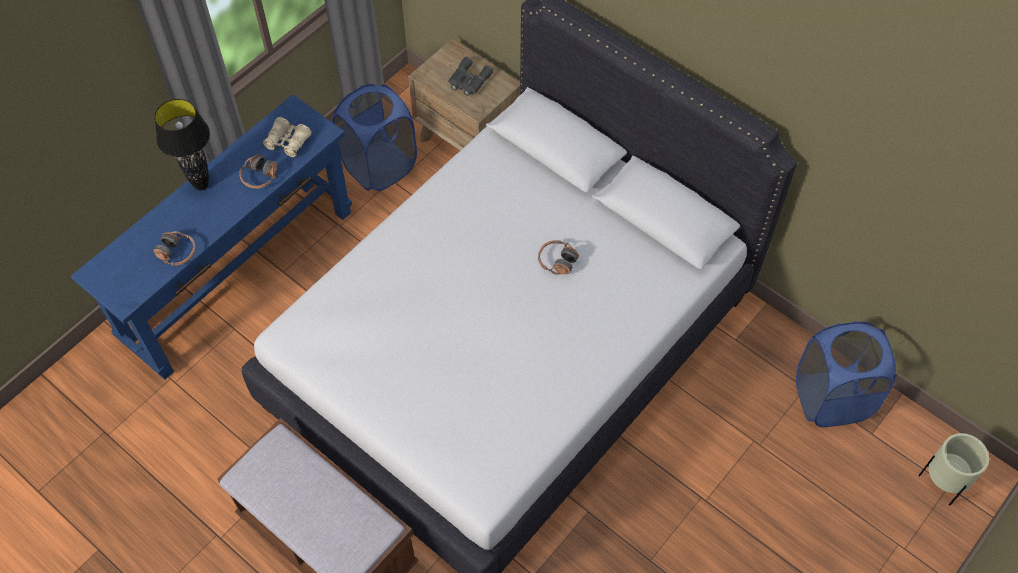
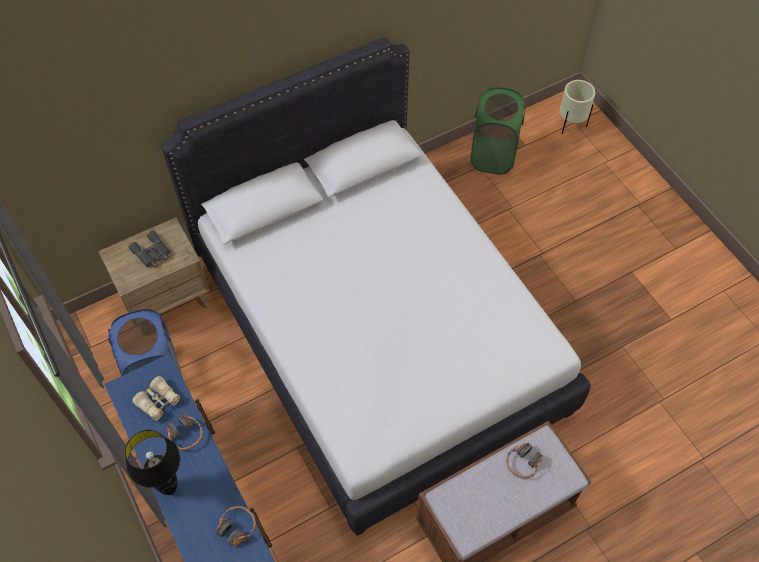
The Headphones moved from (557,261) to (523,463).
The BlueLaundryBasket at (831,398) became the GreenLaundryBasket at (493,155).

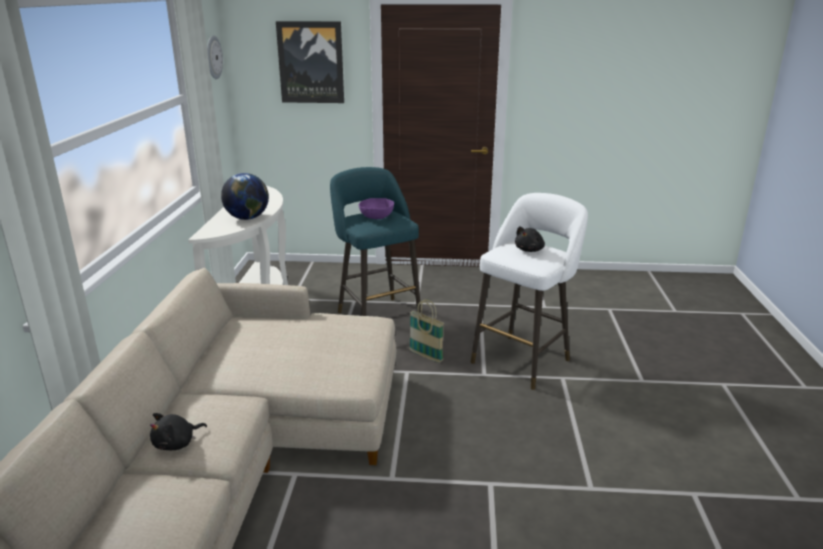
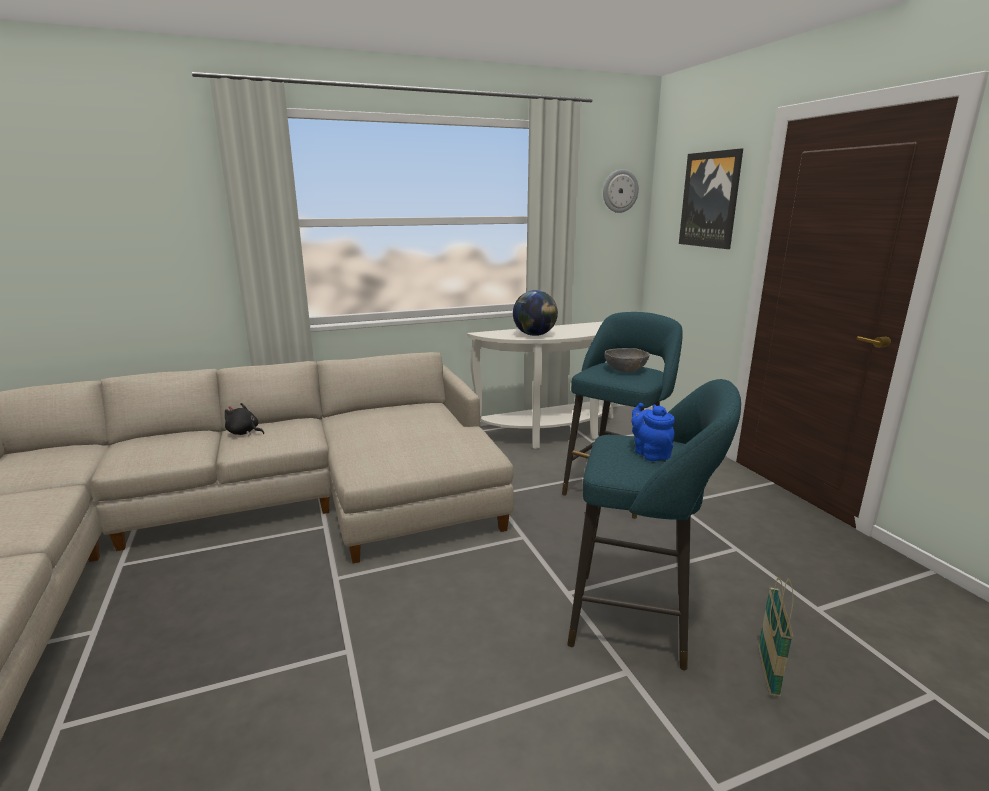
The WhiteStool at (523,359) became the TurquoiseStool at (638,620).
The PurpleBowl at (377,217) became the GreyBowl at (625,369).
The BlackPlushToy at (530,250) was replaced by the BlueTeapot at (650,453).
The Basket moved from (426,356) to (768,672).

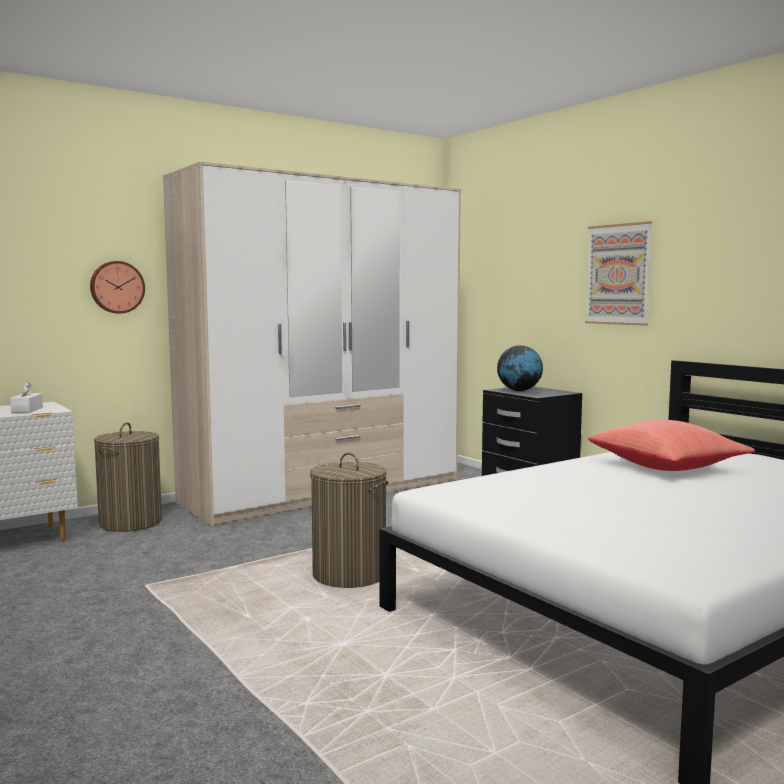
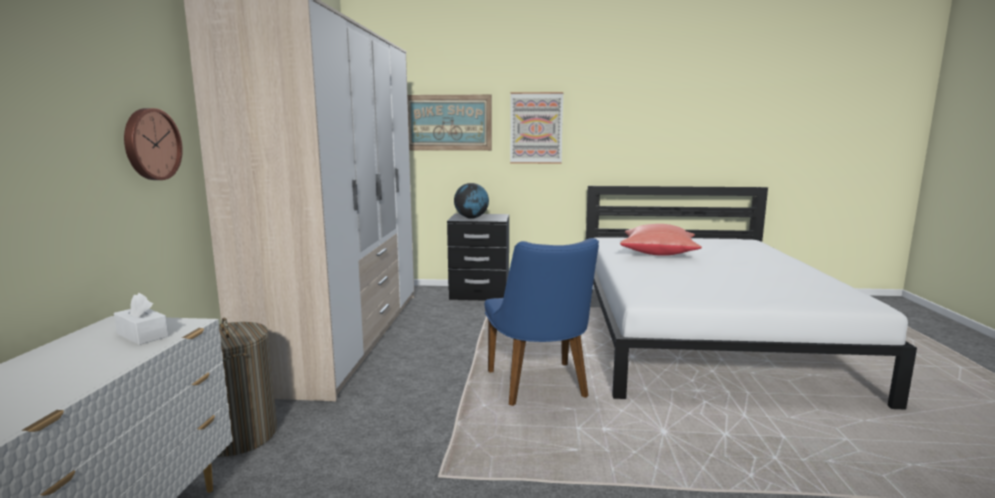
The LaundryBasket at (349,575) was replaced by the BlueChair at (540,388).
The Picture at (448,122) appeared.

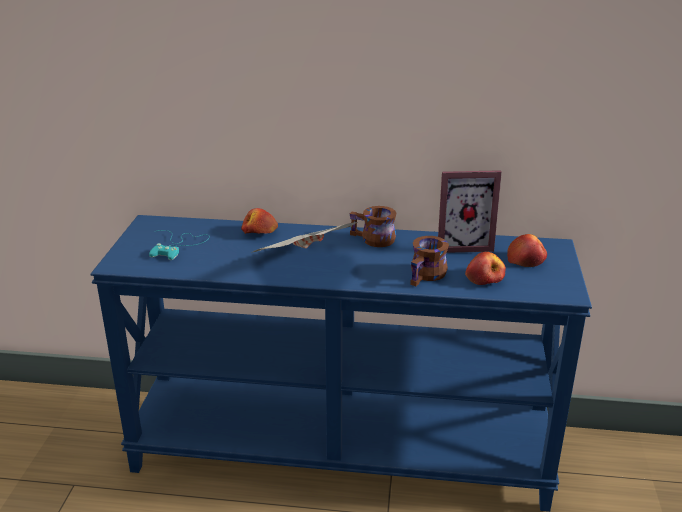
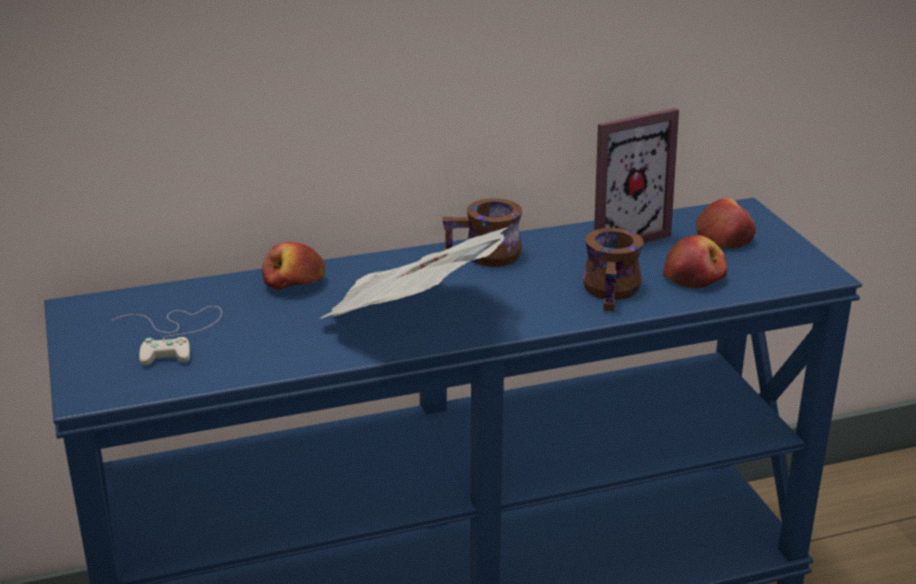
The TurquoiseGameController at (179,245) became the WhiteGameController at (175,335).

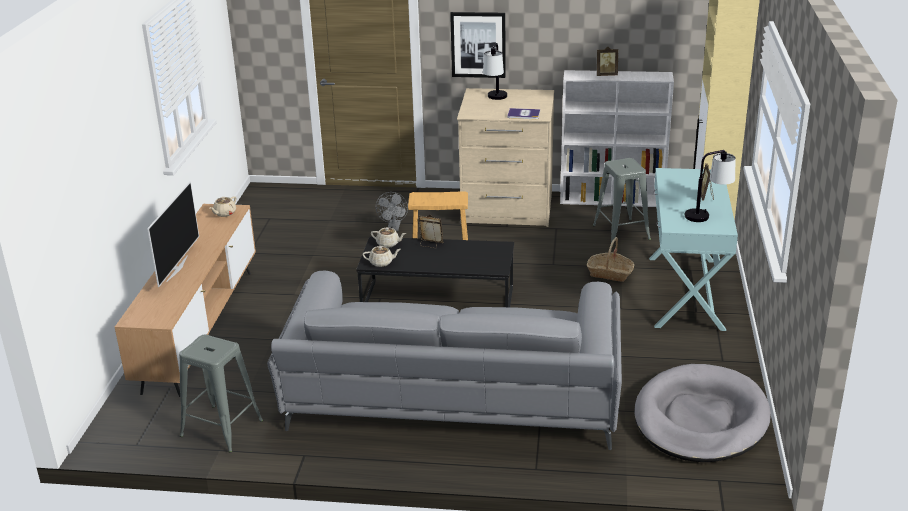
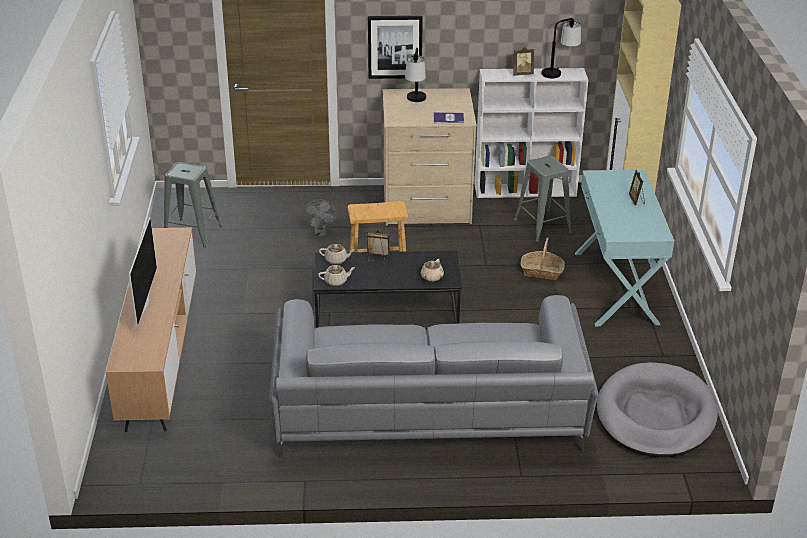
The TableLamp moved from (707,215) to (559,72).
The BeigeTeapot moved from (224,213) to (431,277).
The GreyStool moved from (222,429) to (193,233).

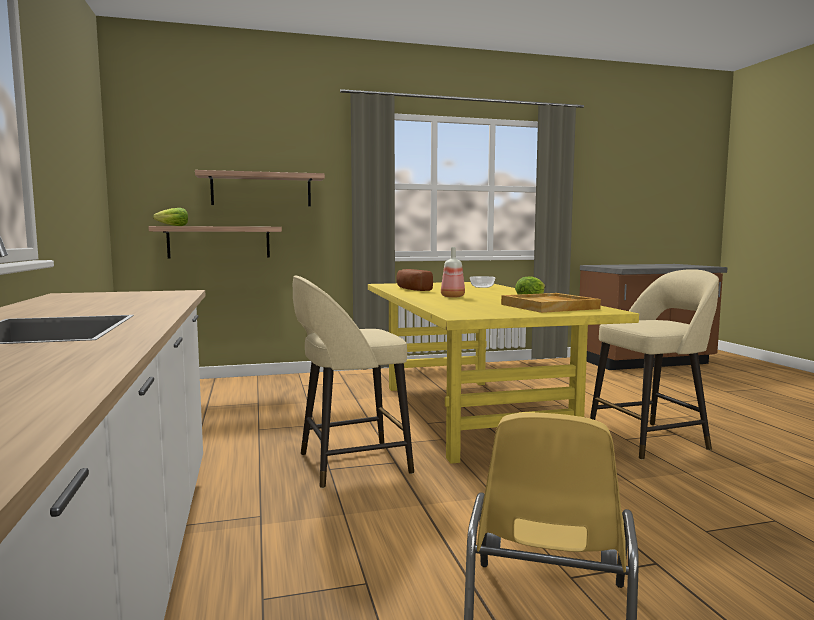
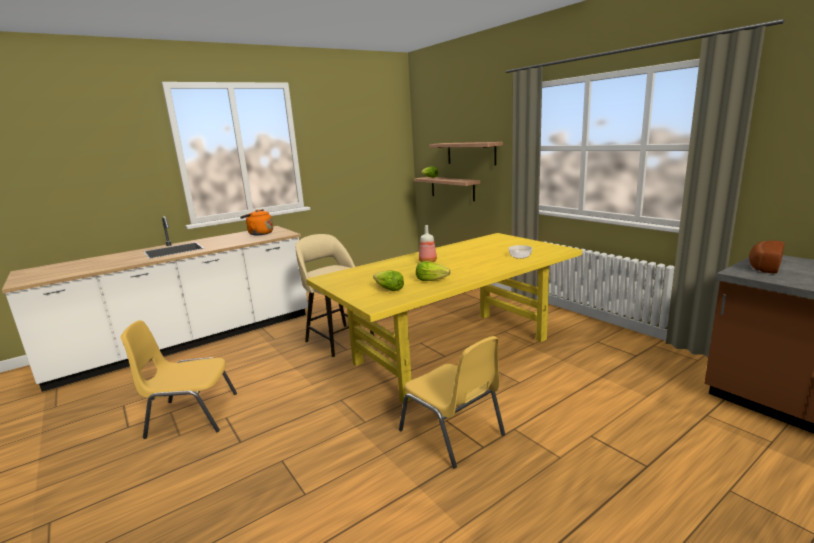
The Bread moved from (411,289) to (763,266).
The BeigeStool at (650,440) was replaced by the YellowChair at (453,433).
The BeigeTray at (550,306) was replaced by the Lettuce at (388,289).
The OrangeKettle at (259,234) appeared.

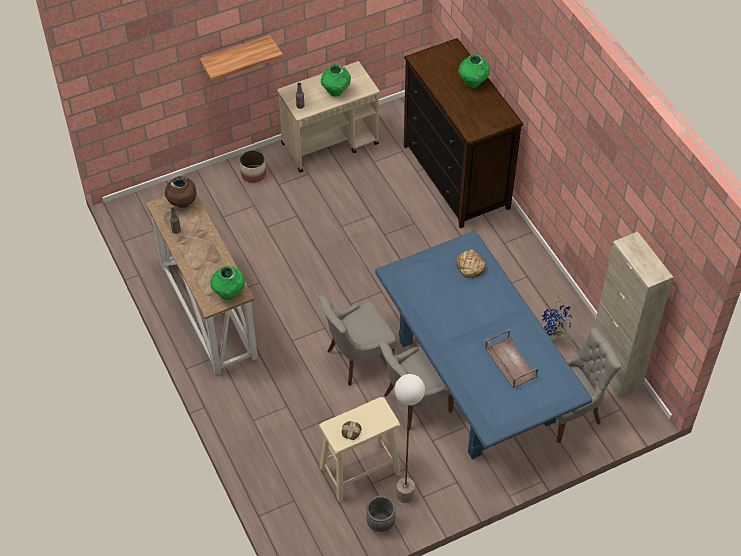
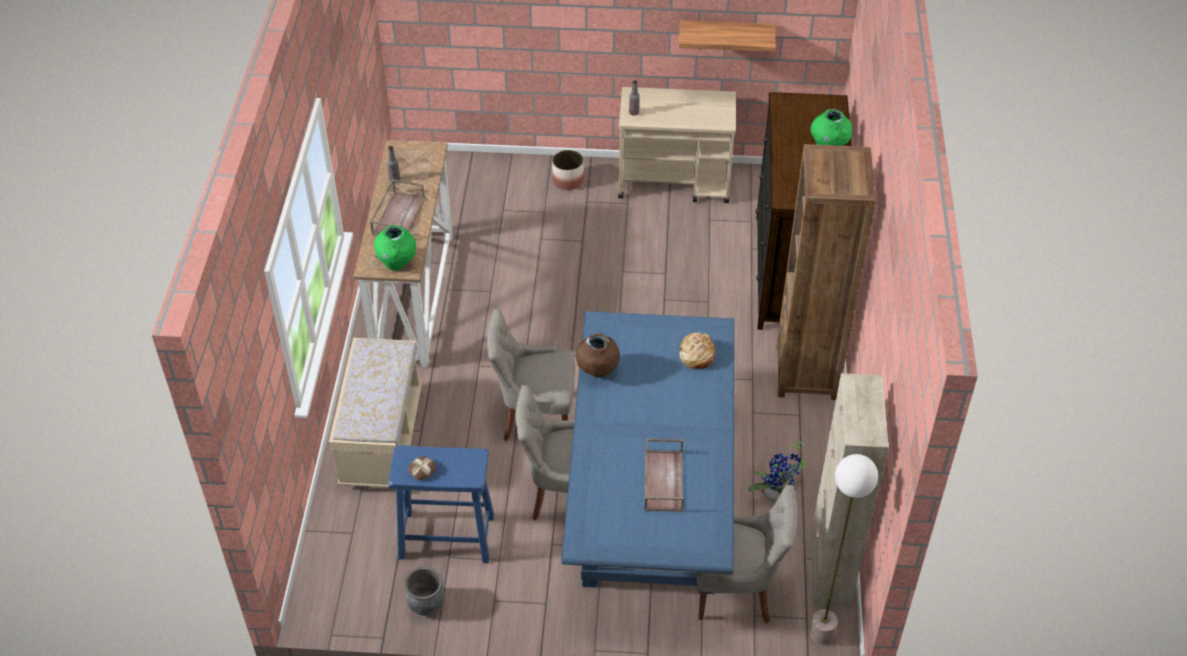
The Shelf moved from (236,55) to (726,35).
The GreenVase at (335,91) disappeared.
The BrownVase moved from (182,203) to (597,371).
The FloorLamp moved from (405,494) to (822,633).
The BeigeStool at (359,470) became the BlueStool at (446,536).
The BrownBookcase at (807,371) appeared.
The BrownTray at (398,215) appeared.
The BeigeBench at (381,439) appeared.

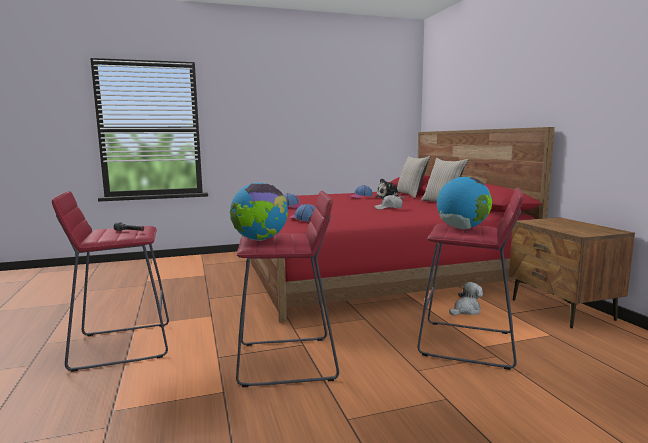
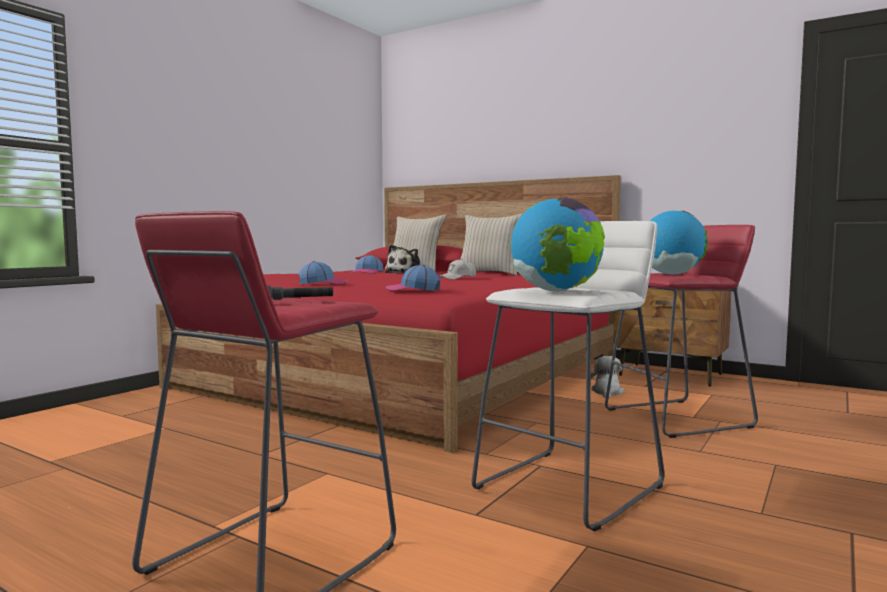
The RedStool at (287,361) became the WhiteStool at (570,487).

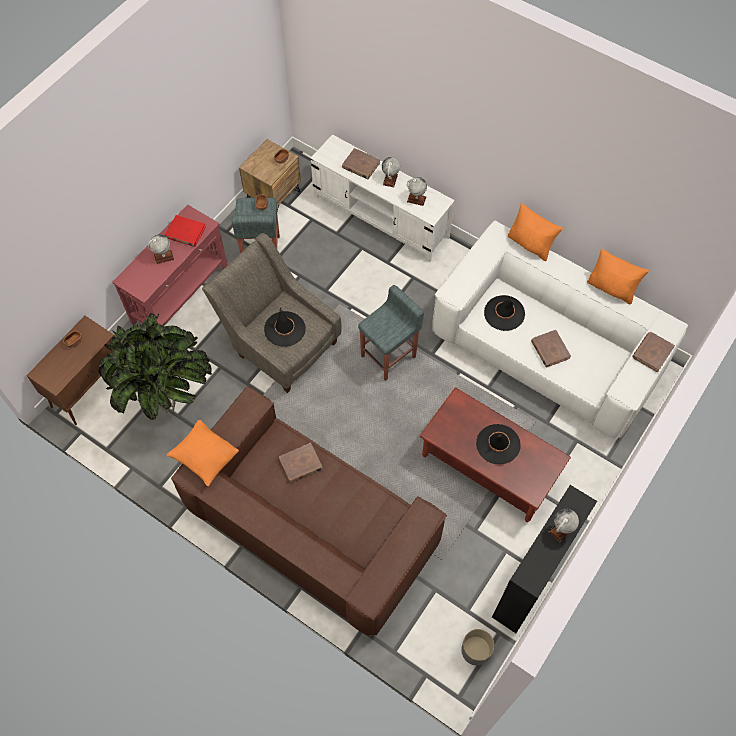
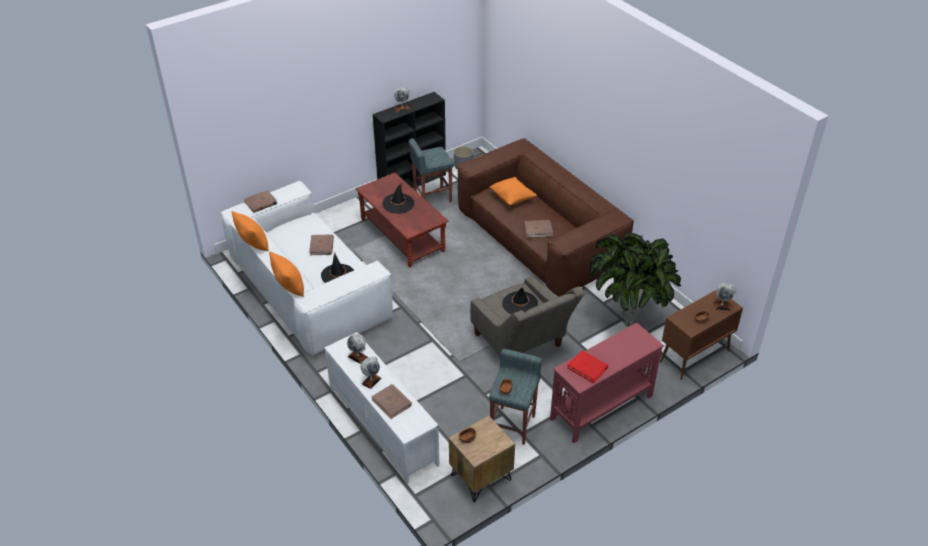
The Globe moved from (164,257) to (721,306).
The GreyStool moved from (389,356) to (432,197).
The OrangePillow moved from (205,457) to (512,198).

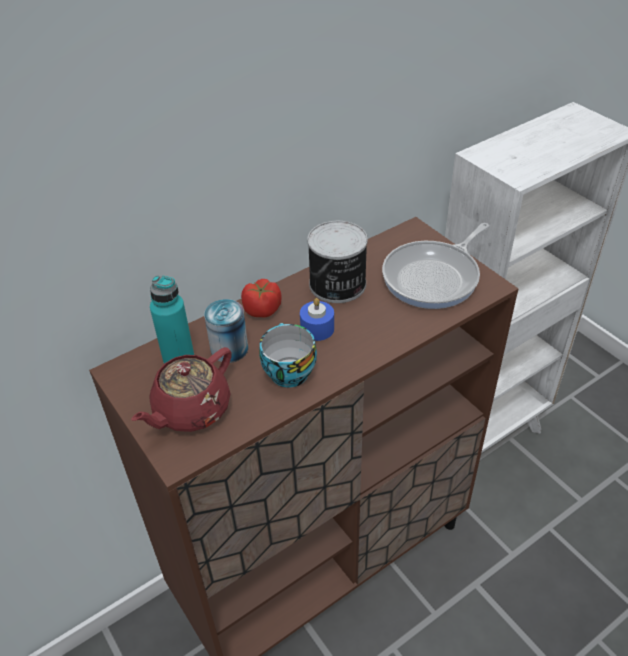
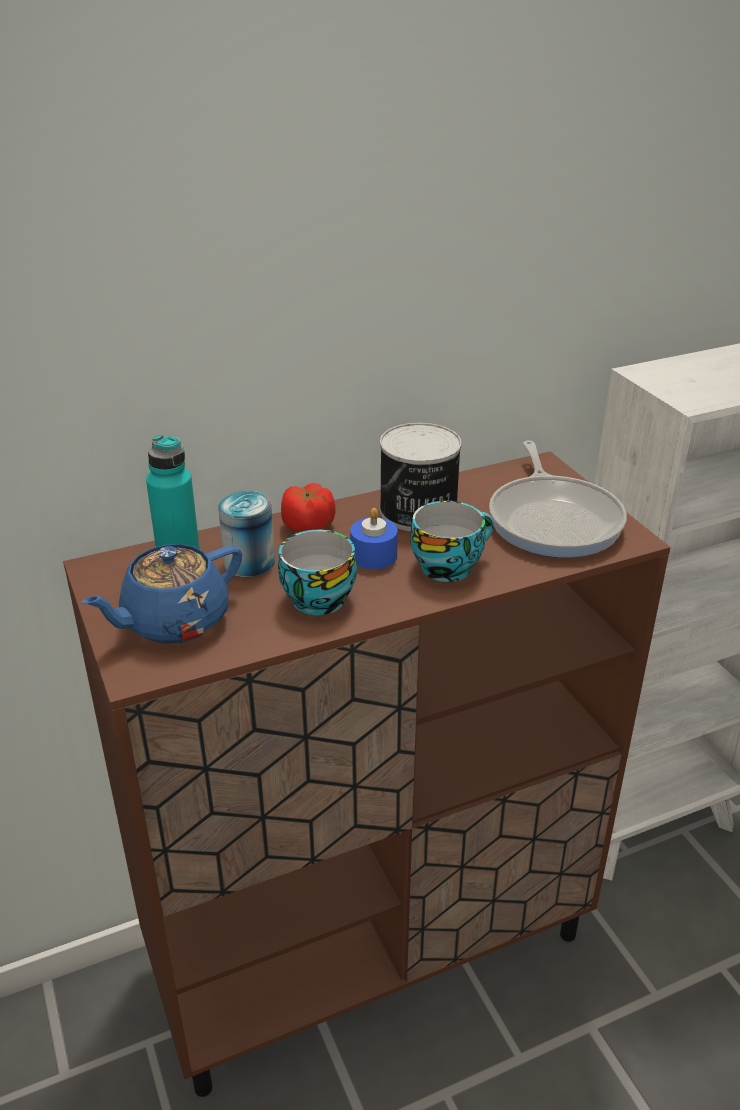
The FryingPan at (434,277) turned 60 degrees counterclockwise.
The RedTeapot at (190,410) became the BlueTeapot at (173,621).
The Cup at (448,565) appeared.

